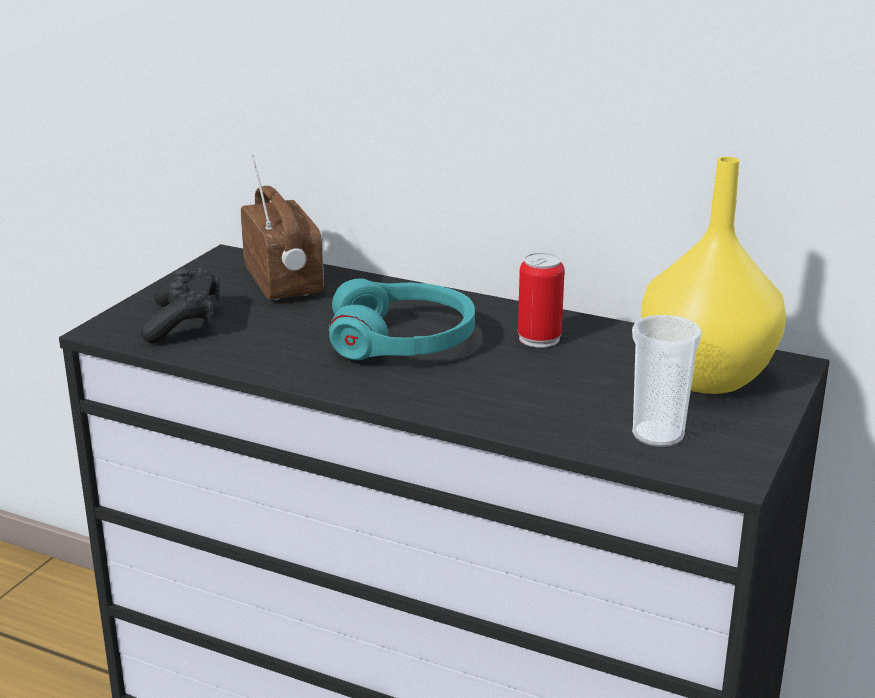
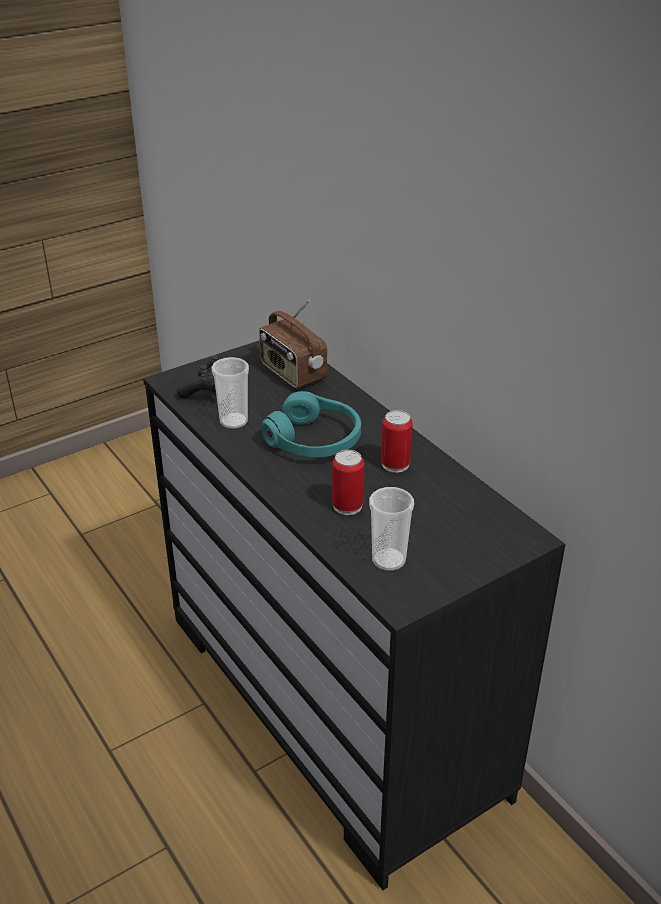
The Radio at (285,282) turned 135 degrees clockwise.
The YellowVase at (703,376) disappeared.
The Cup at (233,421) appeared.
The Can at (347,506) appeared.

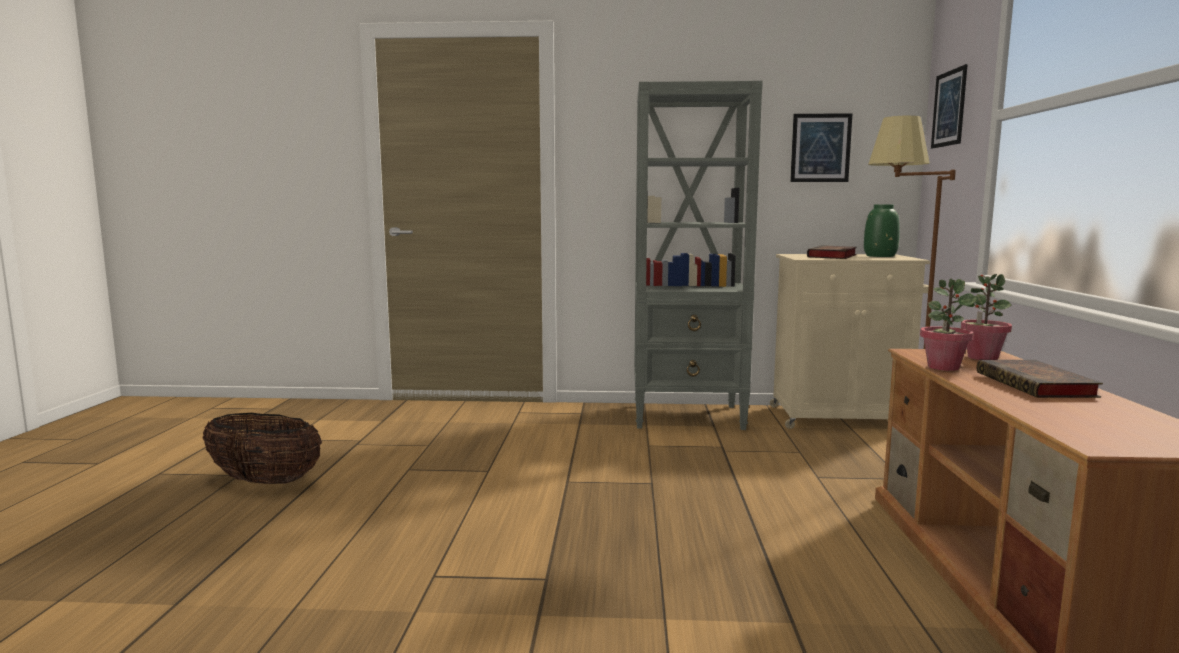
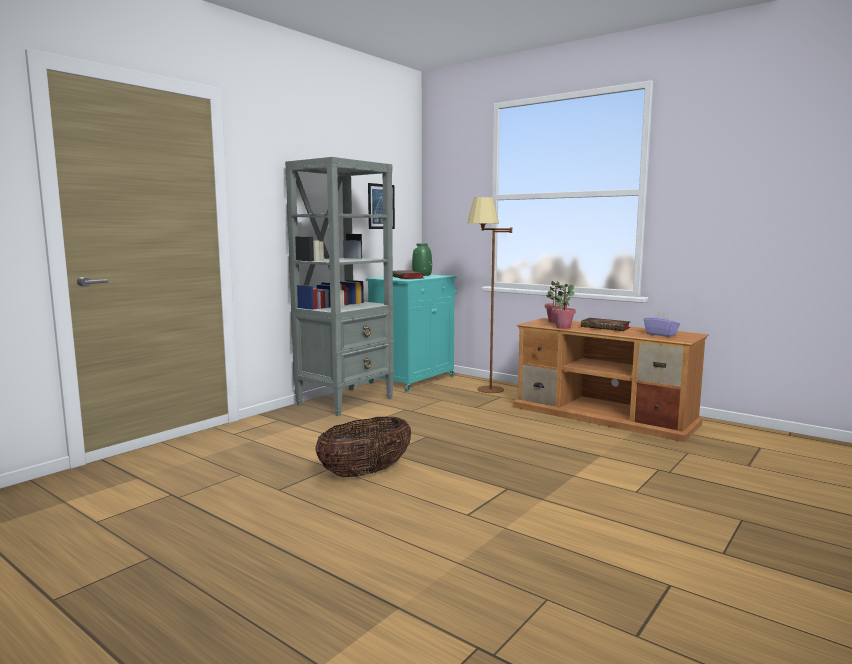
The Picture at (949,108) disappeared.
The BeigeCabinet at (841,418) became the TurquoiseCabinet at (413,379).
The Basket moved from (265,481) to (365,473).
The PurpleTissueBox at (661,334) appeared.

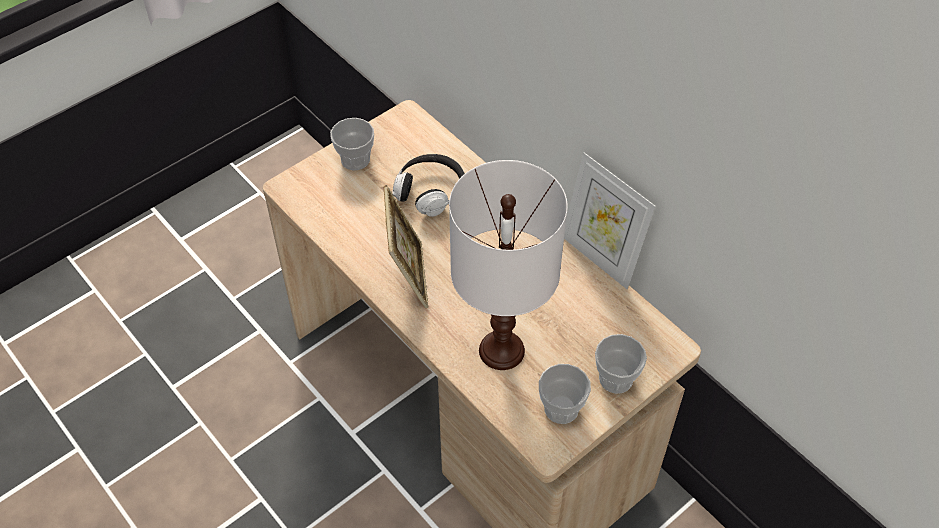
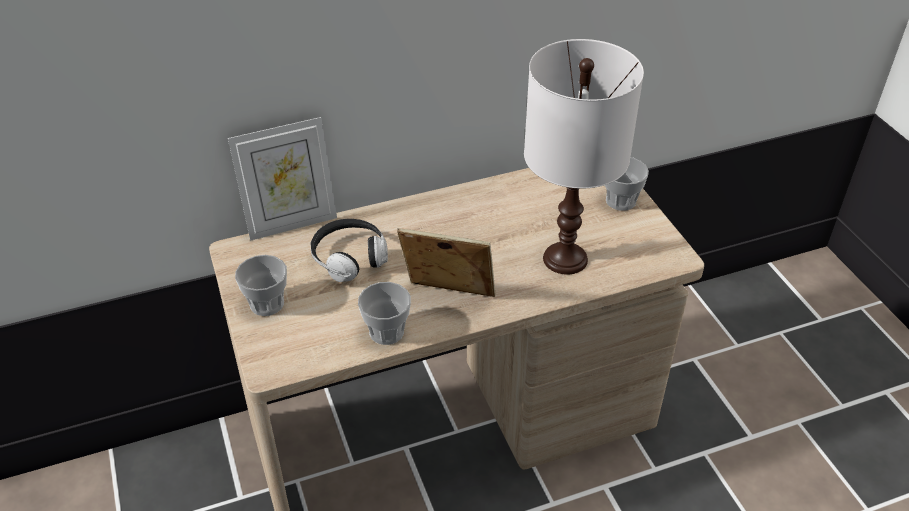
The PictureFrame moved from (600,257) to (291,223).
The Cup moved from (561,408) to (386,332).

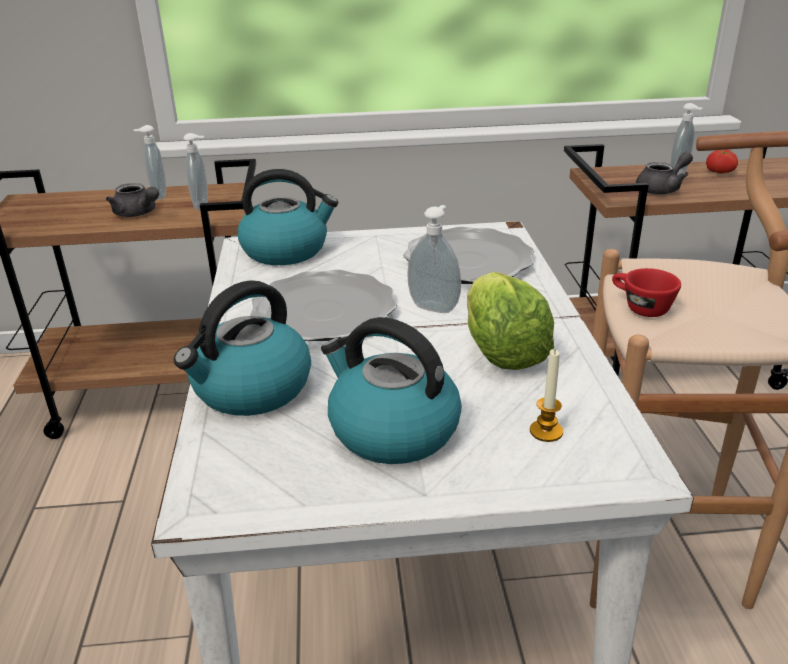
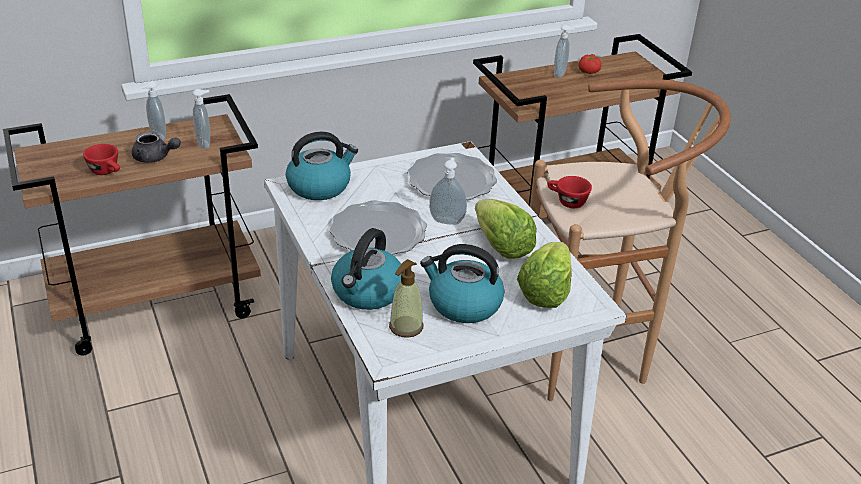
The GreyTeapot at (662,189) disappeared.
The Candle at (546,431) was replaced by the Lettuce at (545,292).
The RedCup at (107,172) appeared.
The SoapDispenser at (406,327) appeared.

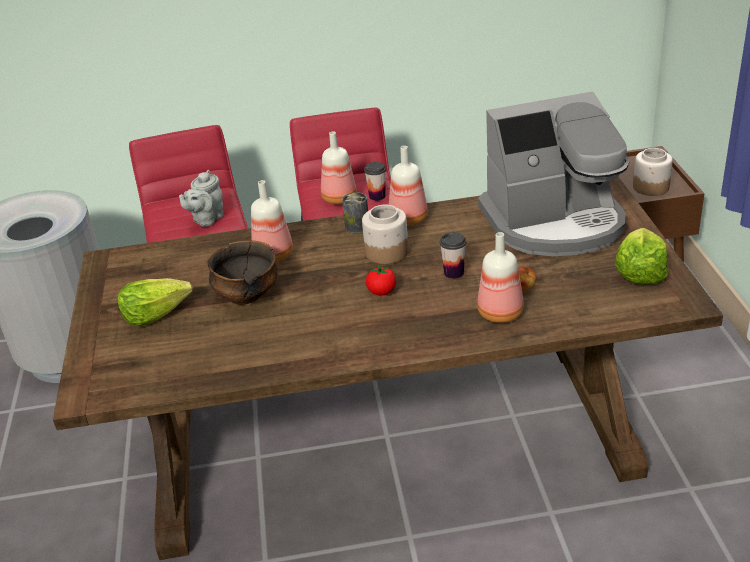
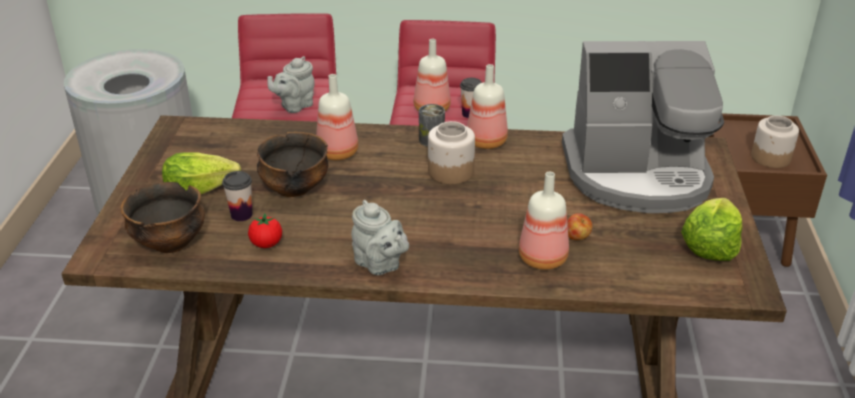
The Cup moved from (453,273) to (241,215).
The Tomato moved from (381,292) to (266,244).
The Bowl at (170,242) appeared.
The GreyTeapot at (379,265) appeared.

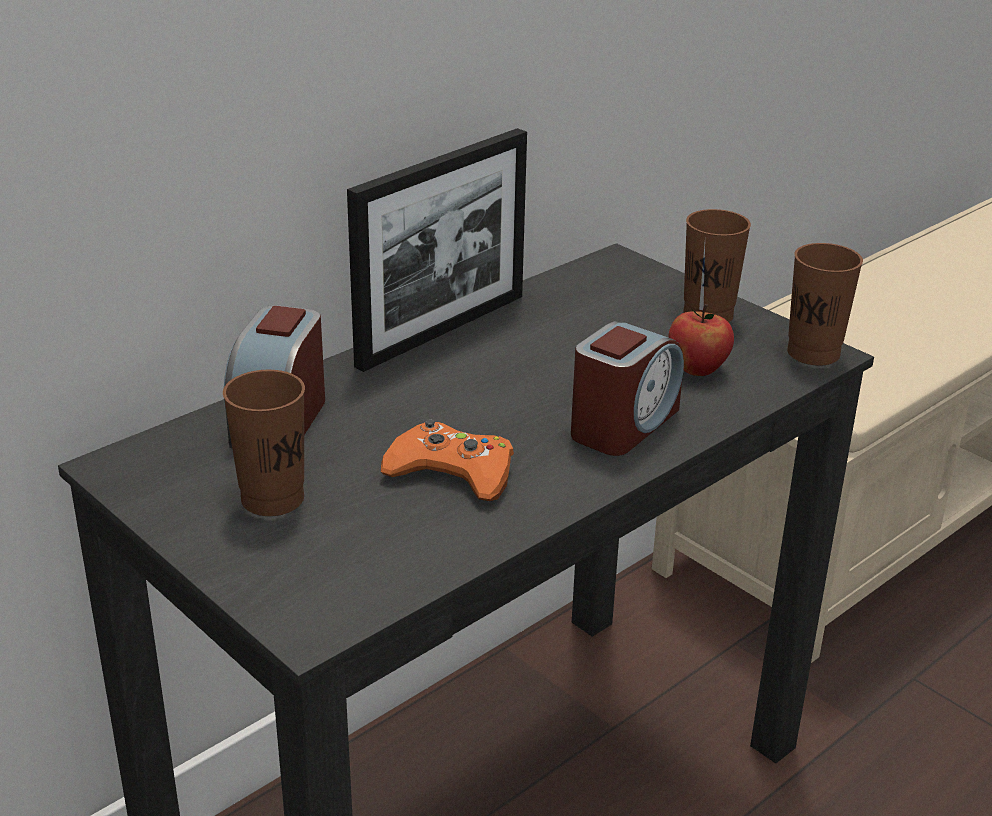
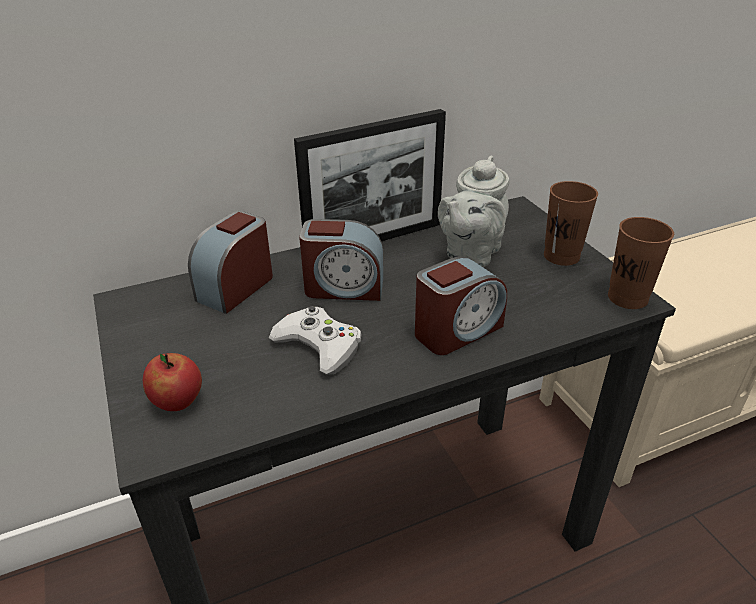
The Apple moved from (697,369) to (178,402).
The BrownCup at (272,499) disappeared.
The OrangeGameController at (452,472) became the WhiteGameController at (319,346).
The GreyTeapot at (471,254) appeared.
The AlarmClock at (344,287) appeared.

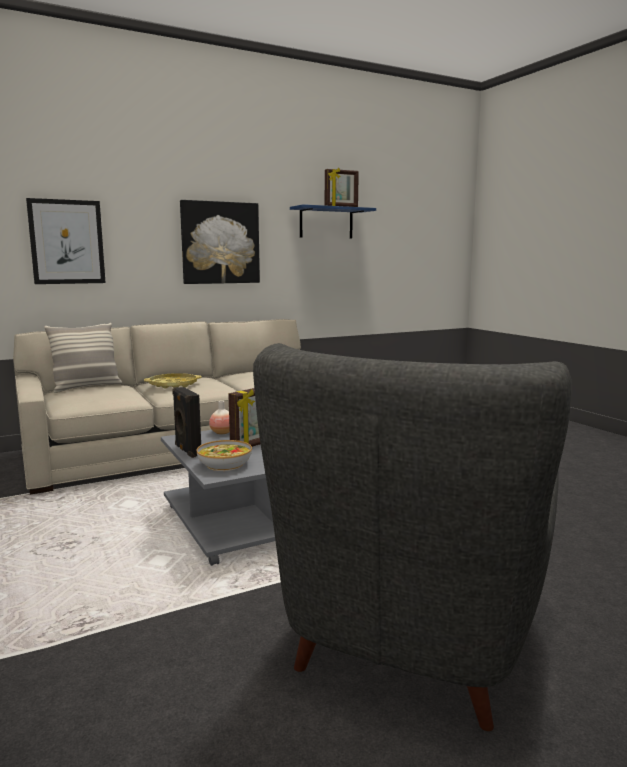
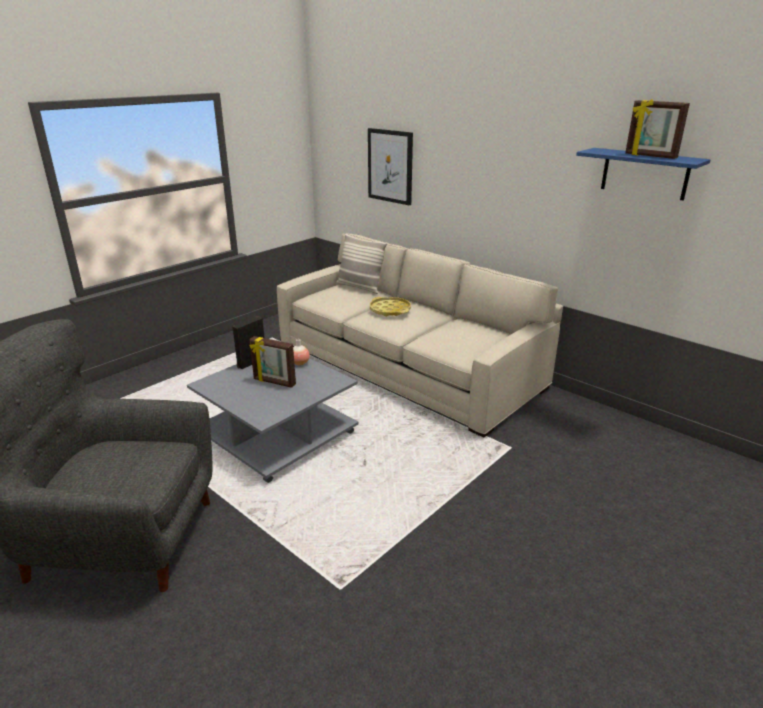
The Picture at (220,243) disappeared.
The Bowl at (225,464) disappeared.

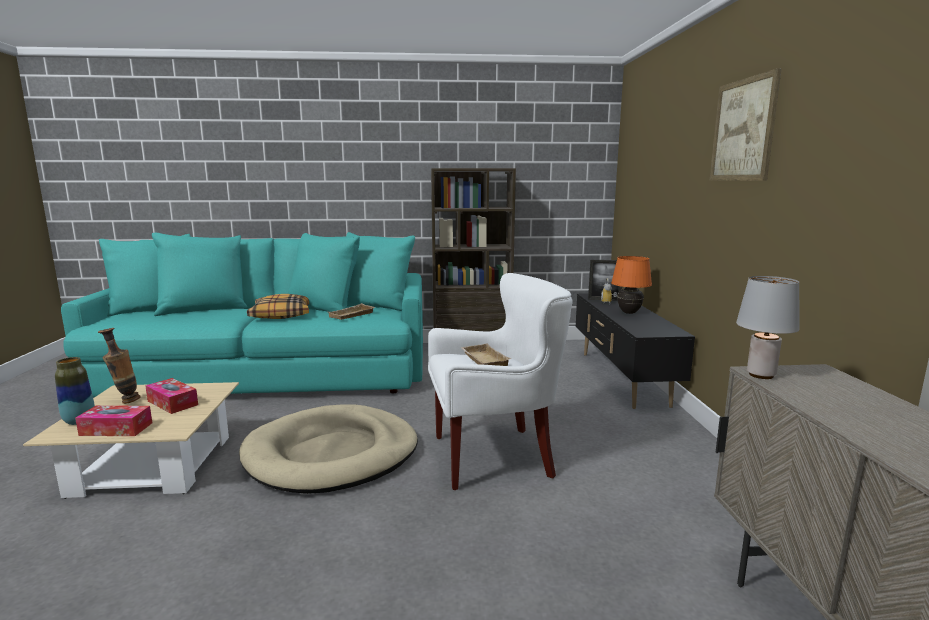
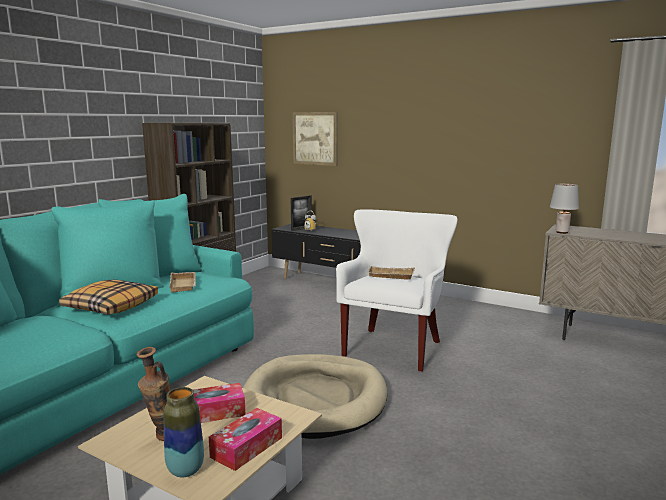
The Picture moved from (743,130) to (315,138).
The OrangeTableLamp at (629,313) disappeared.

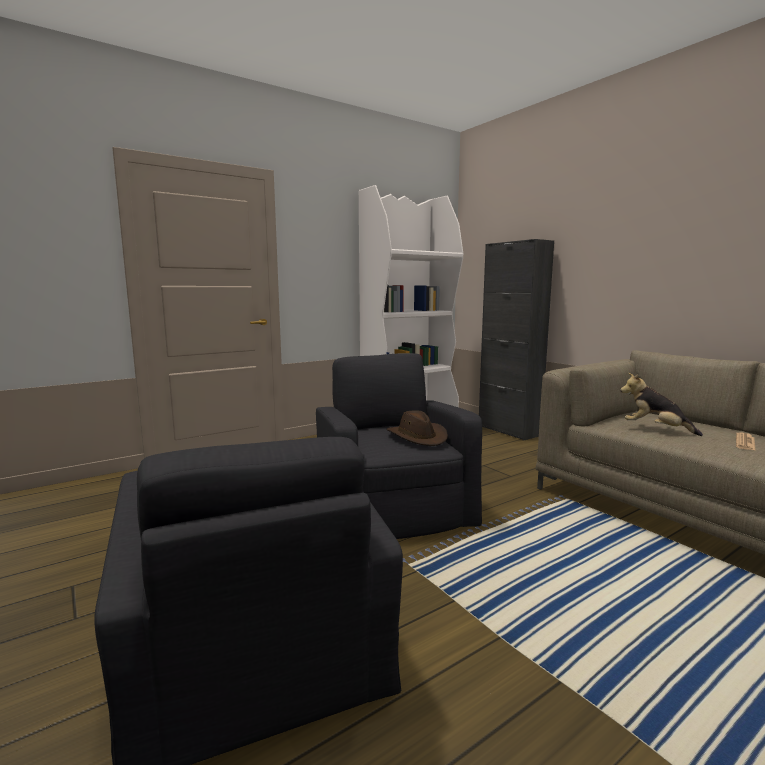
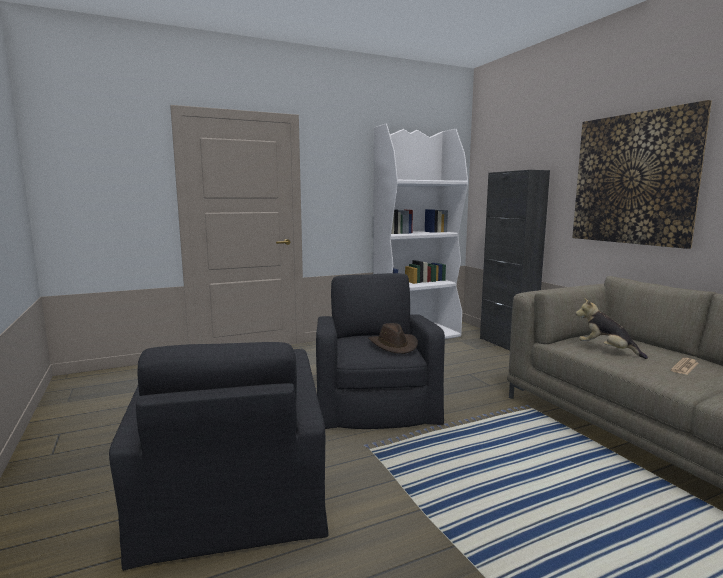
The Picture at (633,179) appeared.

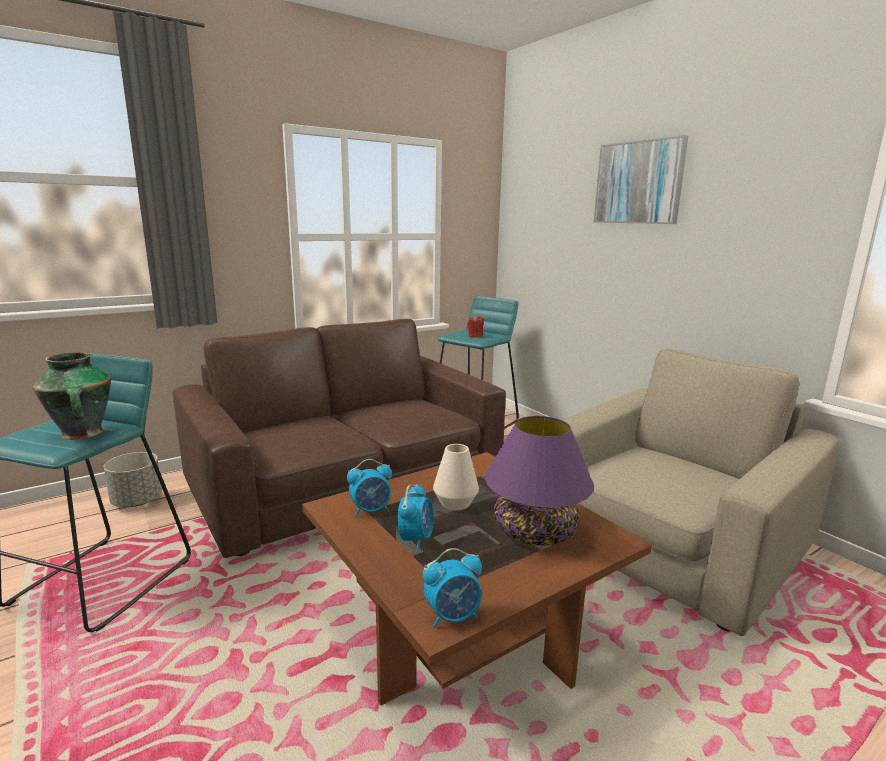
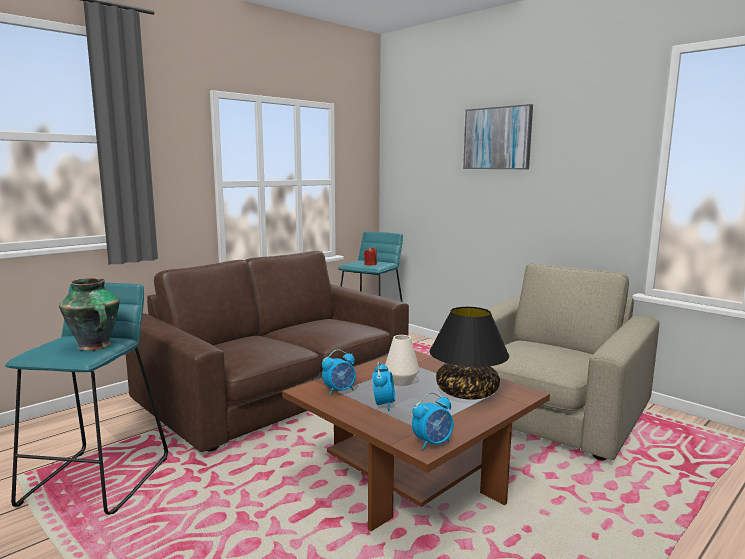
The PurpleTableLamp at (535,531) became the BlackTableLamp at (467,393).
The GreyPlanter at (137,501) disappeared.

